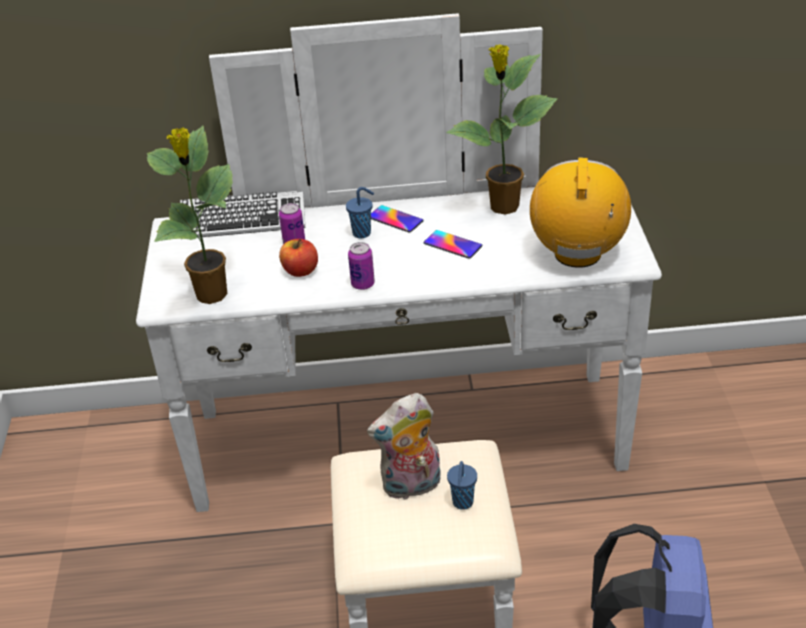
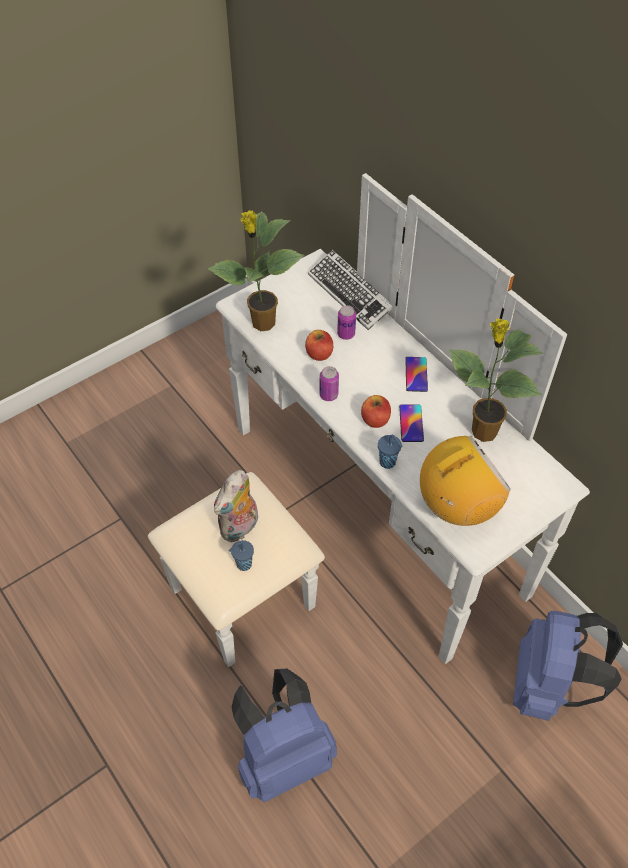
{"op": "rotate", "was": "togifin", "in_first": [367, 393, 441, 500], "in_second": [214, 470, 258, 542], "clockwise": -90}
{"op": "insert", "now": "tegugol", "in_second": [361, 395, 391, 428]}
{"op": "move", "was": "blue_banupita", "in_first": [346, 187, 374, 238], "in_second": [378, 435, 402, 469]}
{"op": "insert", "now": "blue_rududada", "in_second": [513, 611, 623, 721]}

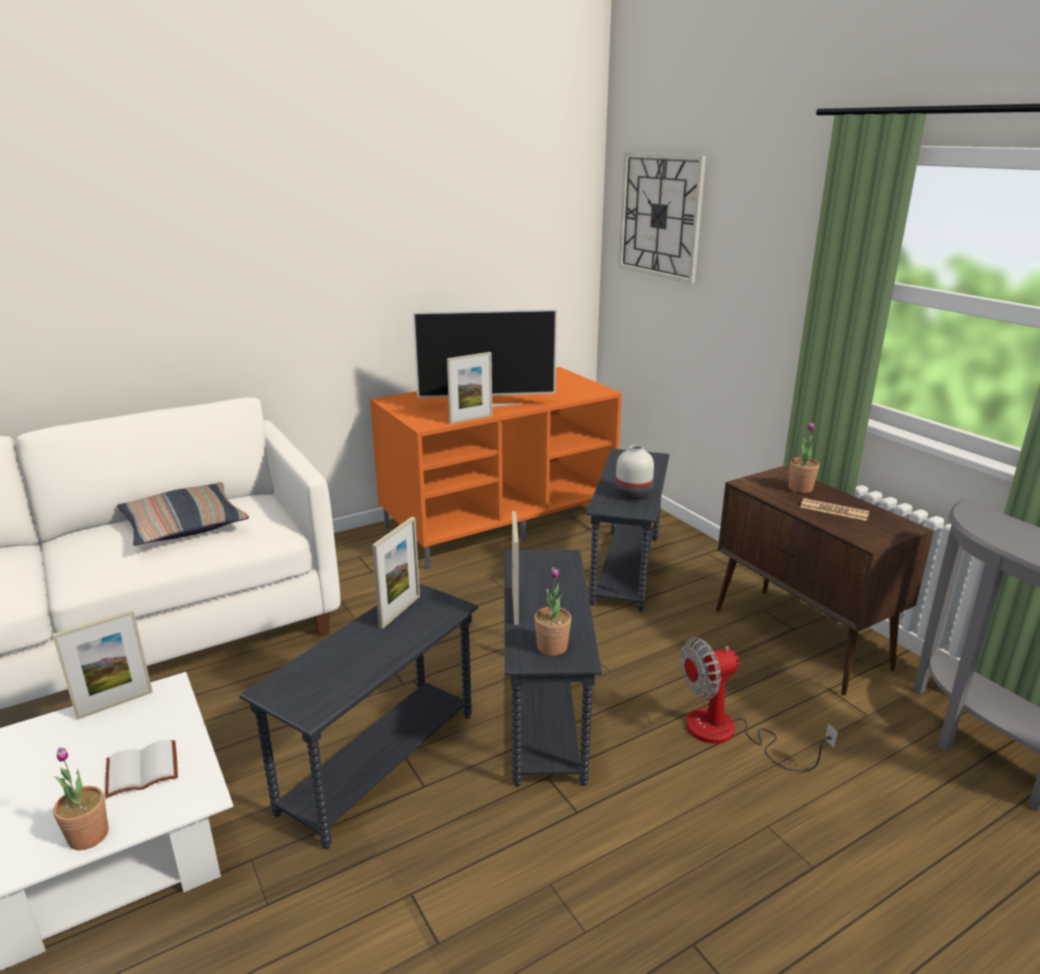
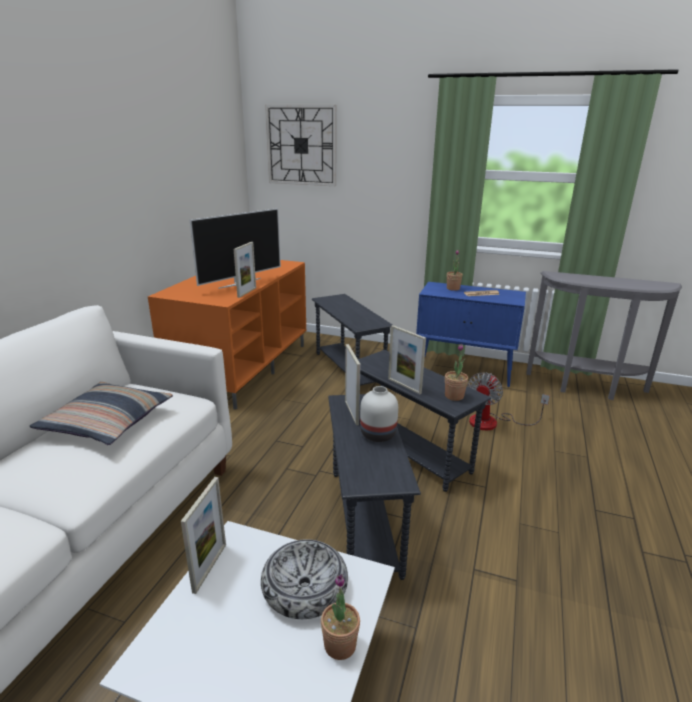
{"op": "replace", "was": "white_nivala", "now": "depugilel", "in_first": [105, 740, 178, 798], "in_second": [261, 539, 348, 619]}
{"op": "move", "was": "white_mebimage", "in_first": [616, 445, 654, 500], "in_second": [360, 386, 398, 442]}
{"op": "recolor", "was": "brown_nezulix", "now": "blue_nezulix", "in_first": [716, 466, 934, 696], "in_second": [416, 282, 526, 387]}

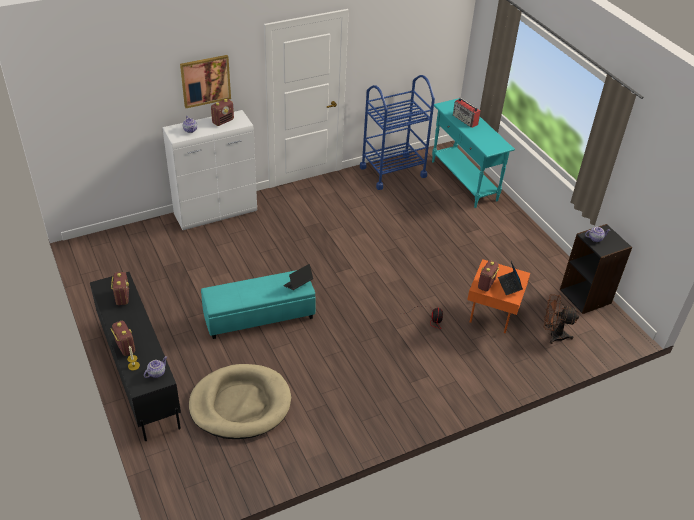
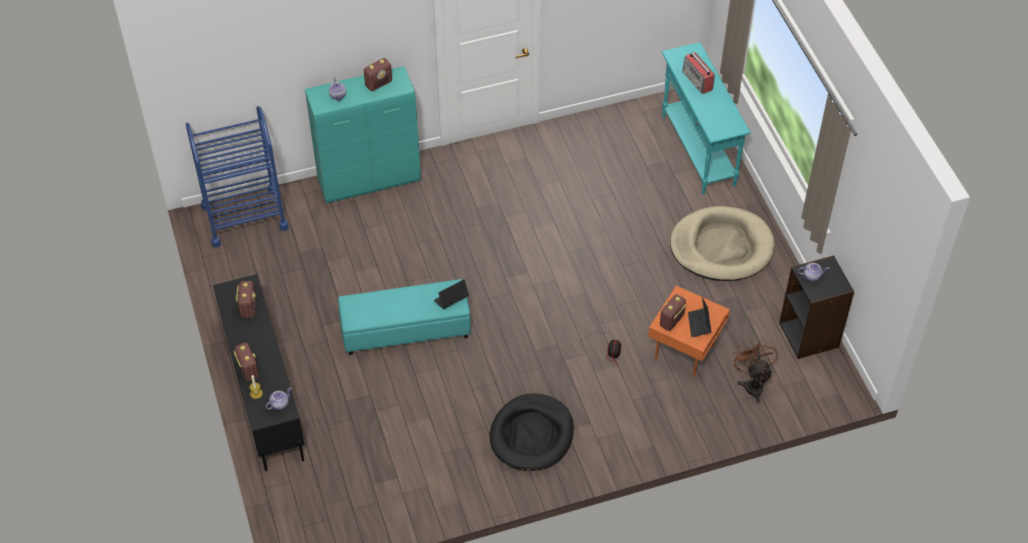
{"op": "move", "was": "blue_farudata", "in_first": [360, 75, 435, 190], "in_second": [186, 106, 289, 247]}
{"op": "recolor", "was": "white_nezulix", "now": "turquoise_nezulix", "in_first": [162, 110, 257, 230], "in_second": [305, 66, 421, 204]}
{"op": "insert", "now": "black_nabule", "in_second": [490, 393, 574, 471]}
{"op": "move", "was": "beige_nabule", "in_first": [189, 364, 291, 439], "in_second": [670, 206, 775, 281]}
{"op": "rotate", "was": "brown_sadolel", "in_first": [544, 294, 579, 344], "in_second": [732, 338, 778, 403], "clockwise": 60}
{"op": "delete", "was": "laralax", "in_first": [180, 55, 231, 108]}

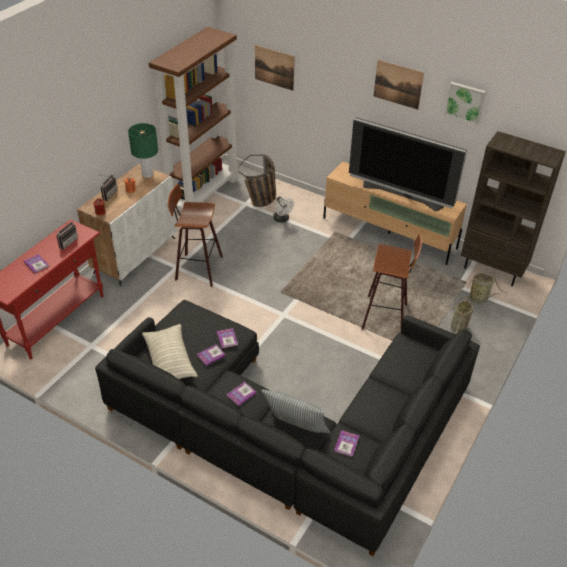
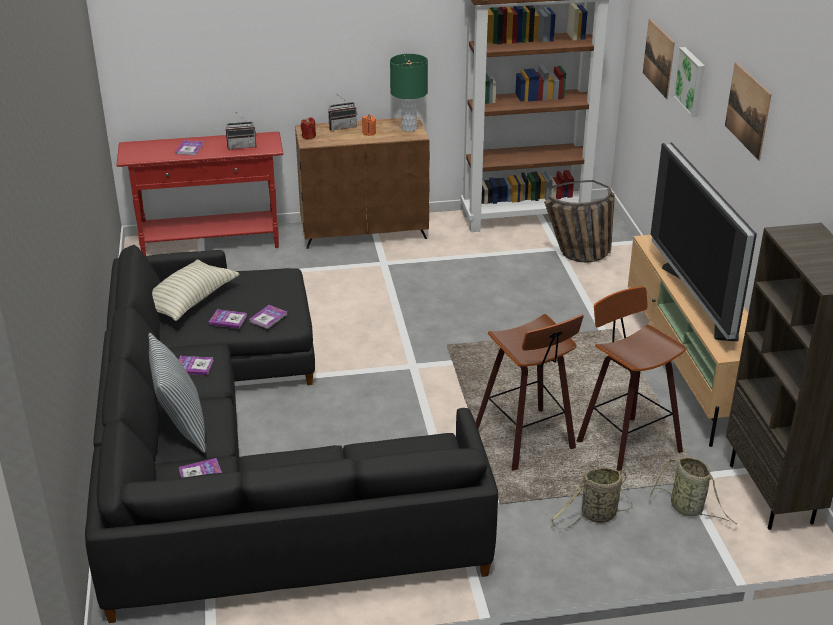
{"op": "recolor", "was": "white_nezulix", "now": "brown_nezulix", "in_first": [77, 164, 177, 286], "in_second": [295, 117, 430, 249]}
{"op": "move", "was": "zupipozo", "in_first": [167, 184, 223, 287], "in_second": [577, 286, 686, 473]}
{"op": "move", "was": "laralax", "in_first": [444, 82, 486, 125], "in_second": [673, 47, 705, 117]}
{"op": "delete", "was": "white_sadolel", "in_first": [273, 196, 294, 223]}

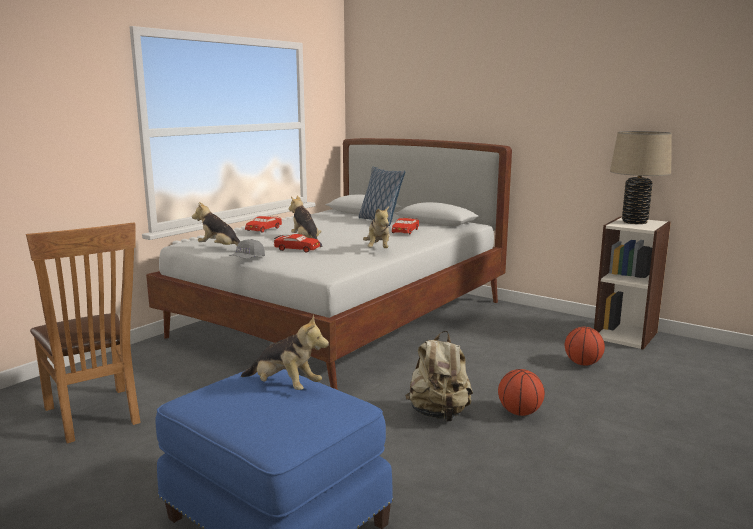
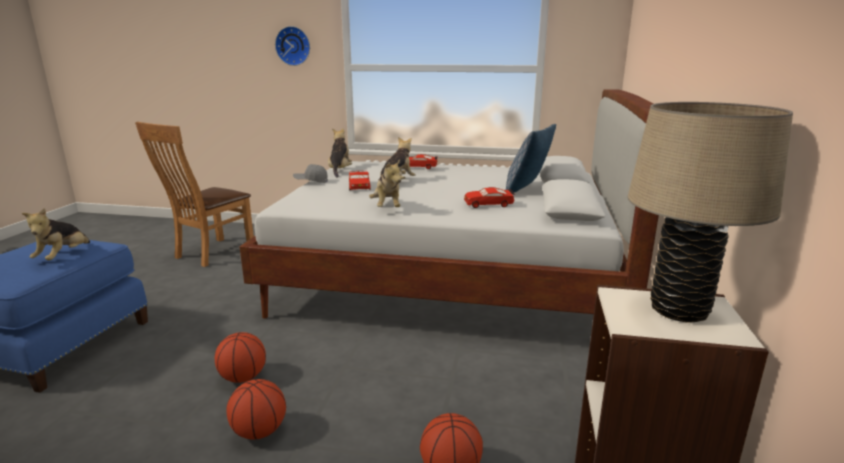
{"op": "replace", "was": "beige_rududada", "now": "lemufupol", "in_first": [405, 331, 473, 422], "in_second": [215, 332, 266, 383]}
{"op": "insert", "now": "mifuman", "in_second": [275, 26, 310, 66]}
{"op": "rotate", "was": "togifin", "in_first": [363, 206, 390, 248], "in_second": [369, 160, 401, 207], "clockwise": -75}

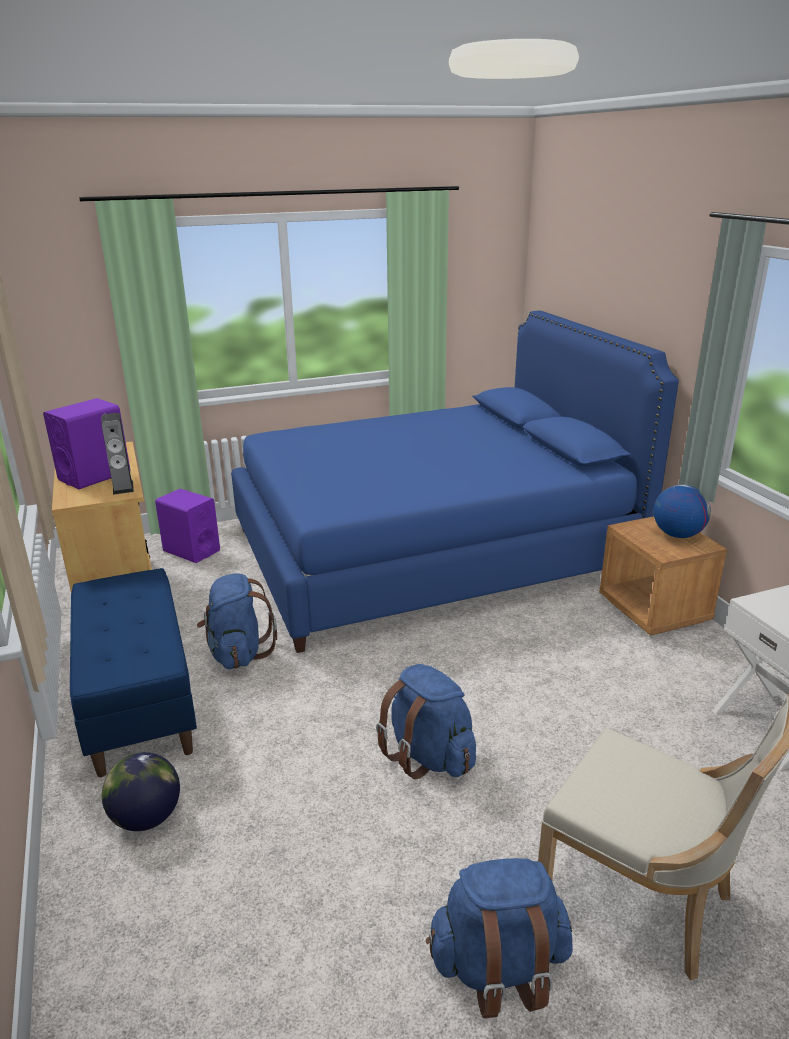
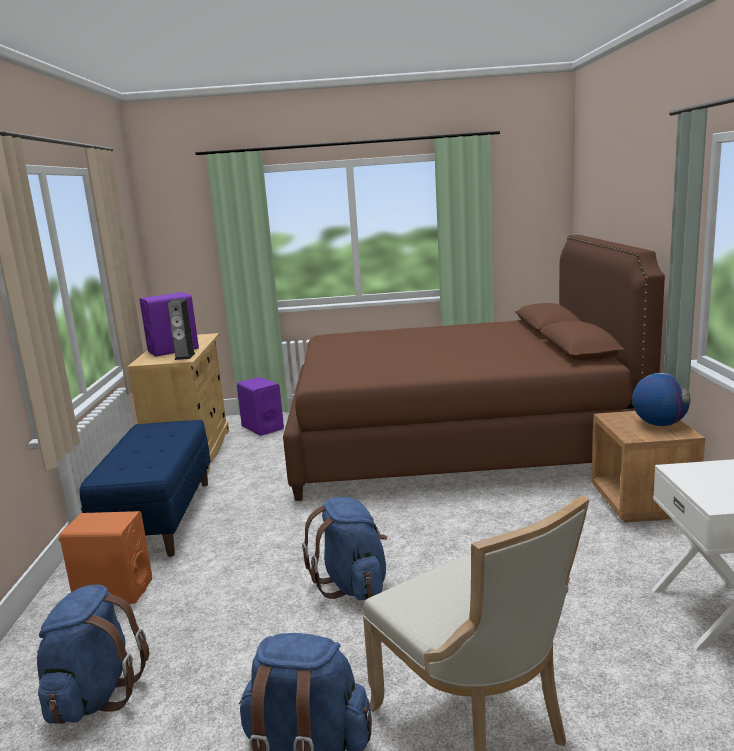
{"op": "move", "was": "blue_rududada", "in_first": [197, 573, 277, 669], "in_second": [37, 584, 150, 724]}
{"op": "replace", "was": "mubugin", "now": "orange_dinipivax", "in_first": [102, 752, 180, 831], "in_second": [58, 511, 152, 604]}
{"op": "recolor", "was": "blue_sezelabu", "now": "brown_sezelabu", "in_first": [231, 311, 679, 653], "in_second": [283, 235, 665, 501]}

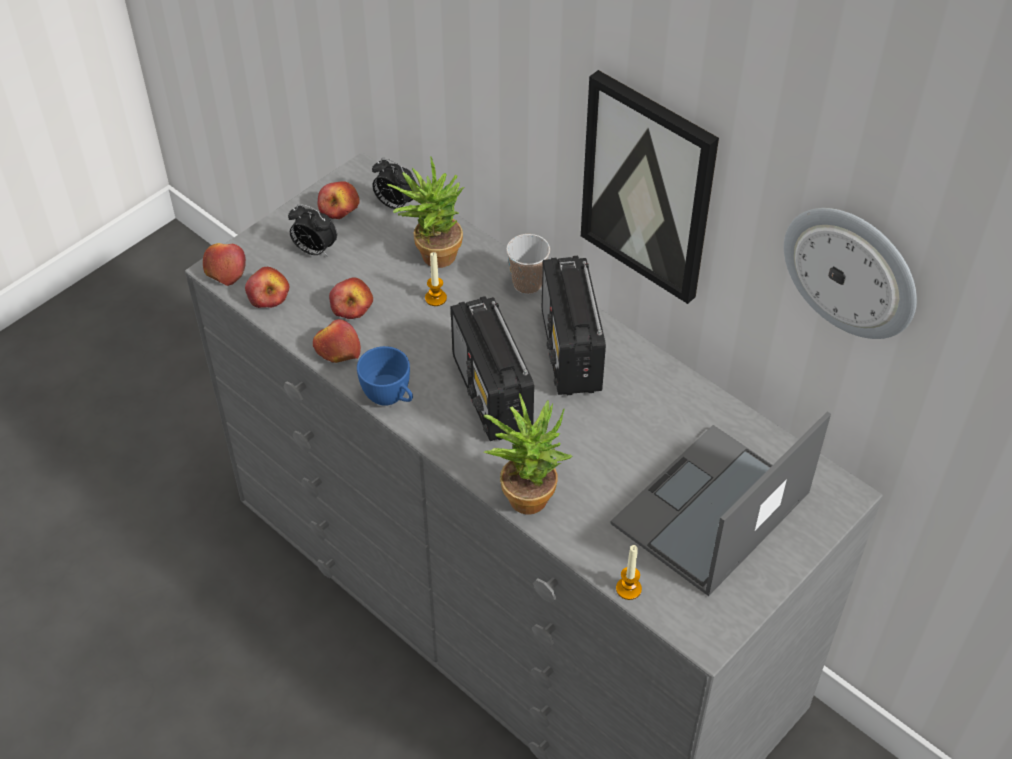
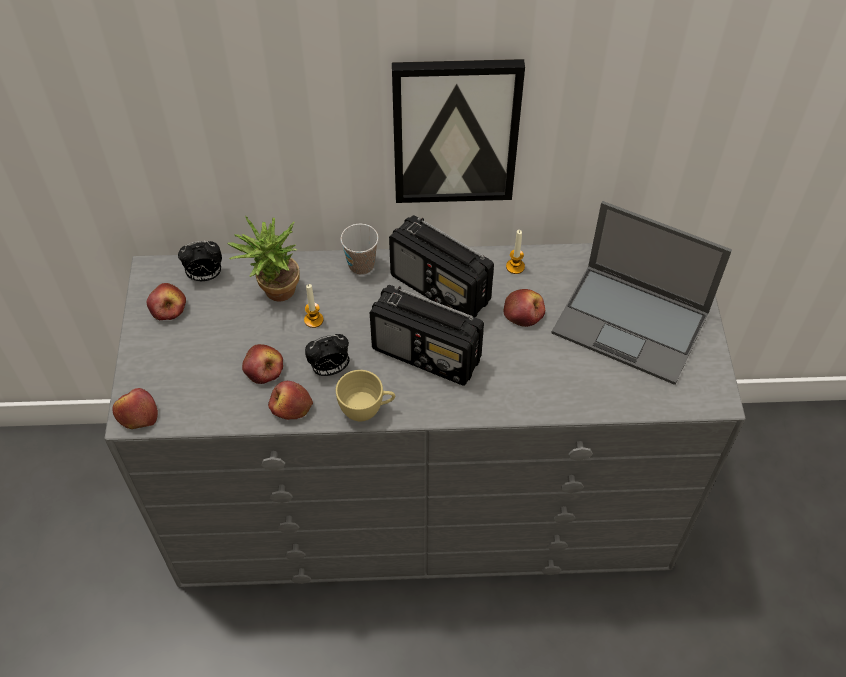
{"op": "move", "was": "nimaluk", "in_first": [288, 204, 337, 257], "in_second": [305, 334, 349, 376]}
{"op": "recolor", "was": "blue_banupita", "now": "yellow_banupita", "in_first": [357, 346, 413, 406], "in_second": [336, 370, 395, 421]}
{"op": "move", "was": "tegugol", "in_first": [245, 267, 289, 308], "in_second": [504, 289, 545, 327]}
{"op": "move", "was": "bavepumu", "in_first": [616, 545, 642, 600], "in_second": [506, 230, 525, 274]}
{"op": "rotate", "was": "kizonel", "in_first": [610, 412, 831, 596], "in_second": [551, 201, 732, 385], "clockwise": -60}
{"op": "delete", "was": "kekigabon", "in_first": [484, 393, 573, 515]}
{"op": "delete", "was": "mifuman", "in_first": [784, 208, 917, 339]}

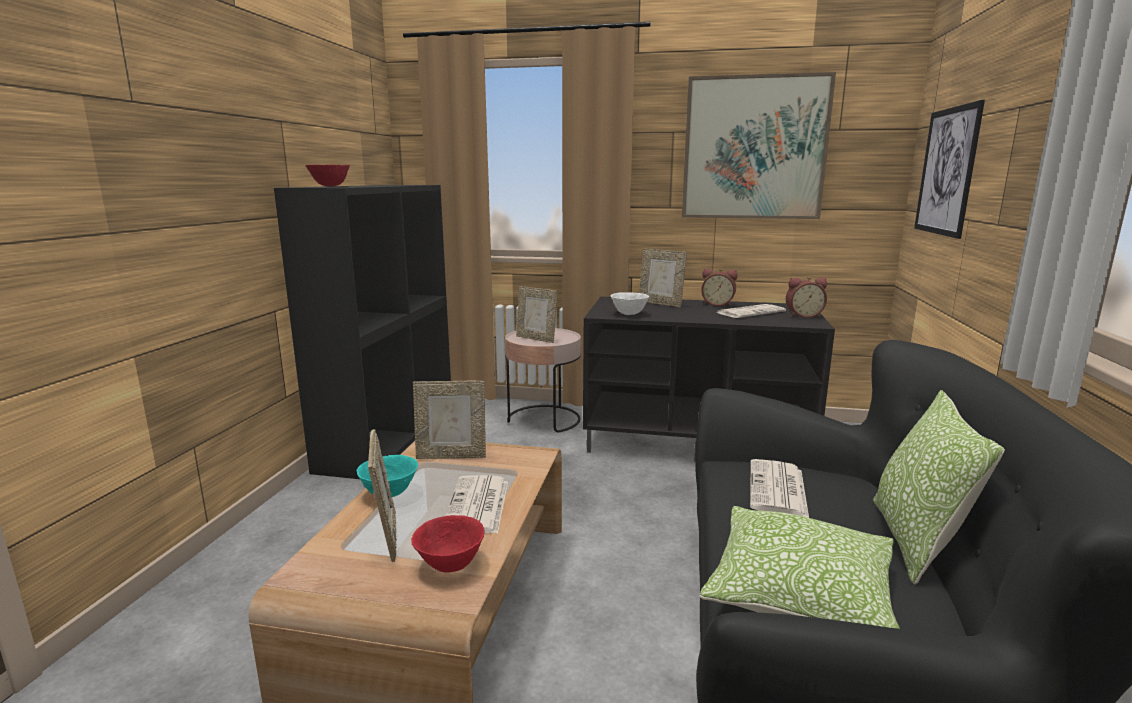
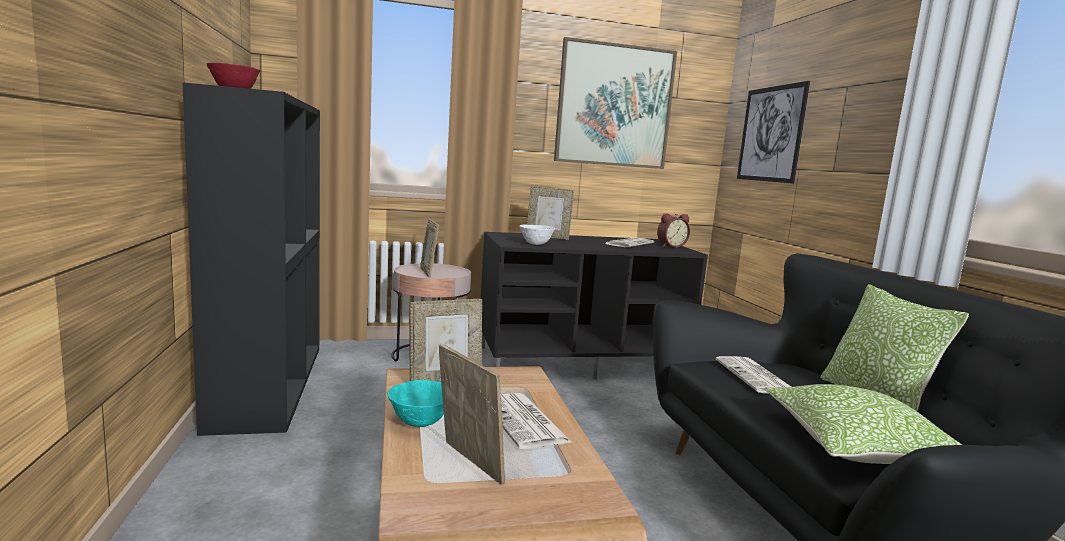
{"op": "rotate", "was": "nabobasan", "in_first": [516, 286, 558, 343], "in_second": [420, 219, 439, 278], "clockwise": 60}
{"op": "delete", "was": "red_depugilel", "in_first": [411, 515, 485, 572]}
{"op": "delete", "was": "nimaluk", "in_first": [701, 269, 738, 306]}

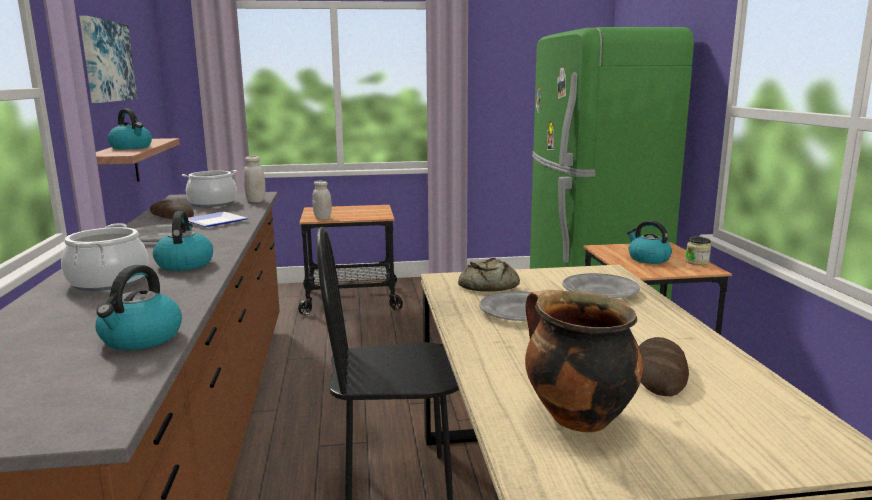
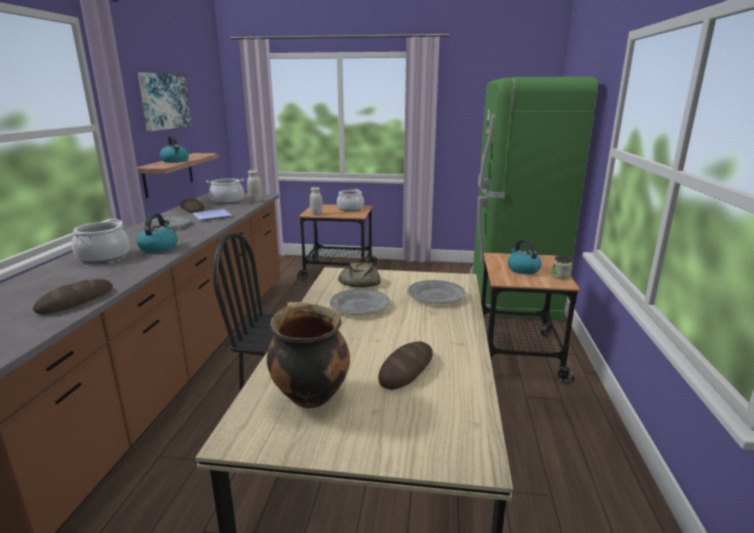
{"op": "replace", "was": "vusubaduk", "now": "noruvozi", "in_first": [96, 265, 182, 350], "in_second": [33, 279, 113, 315]}
{"op": "insert", "now": "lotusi", "in_second": [337, 189, 364, 211]}

